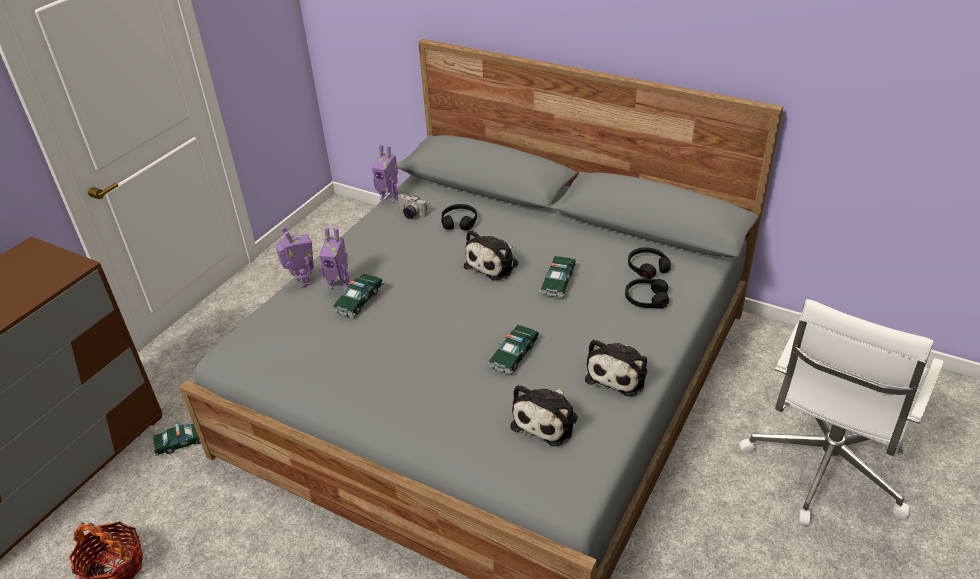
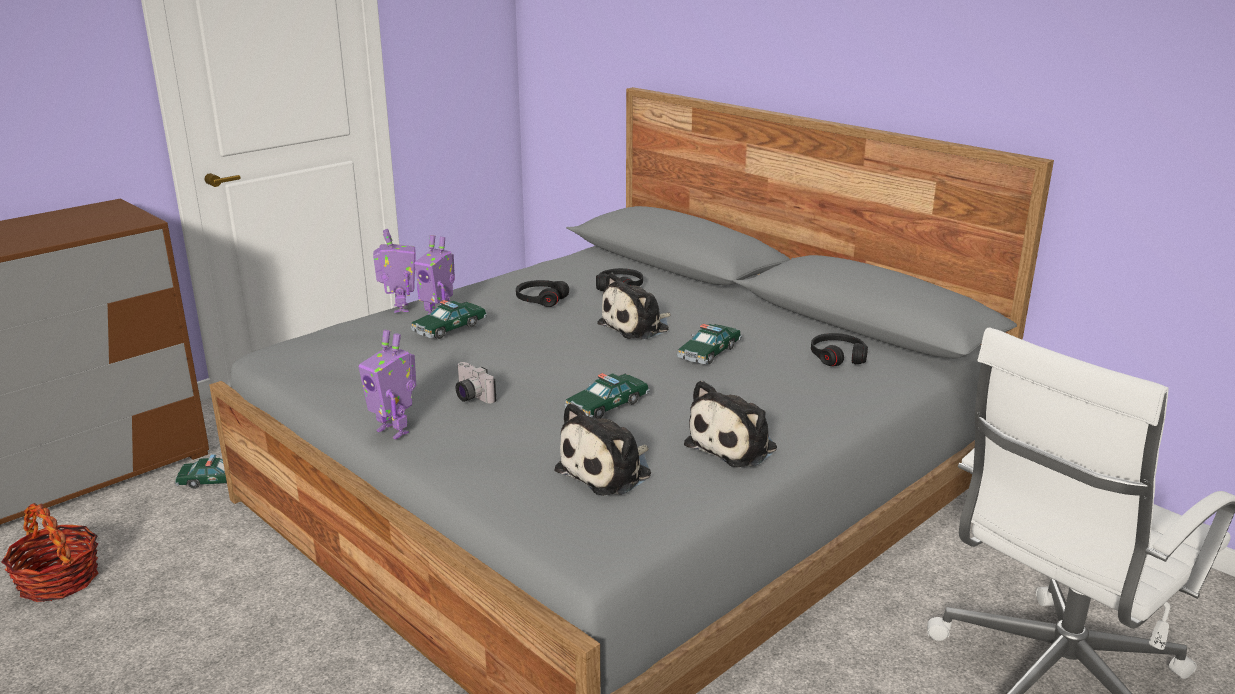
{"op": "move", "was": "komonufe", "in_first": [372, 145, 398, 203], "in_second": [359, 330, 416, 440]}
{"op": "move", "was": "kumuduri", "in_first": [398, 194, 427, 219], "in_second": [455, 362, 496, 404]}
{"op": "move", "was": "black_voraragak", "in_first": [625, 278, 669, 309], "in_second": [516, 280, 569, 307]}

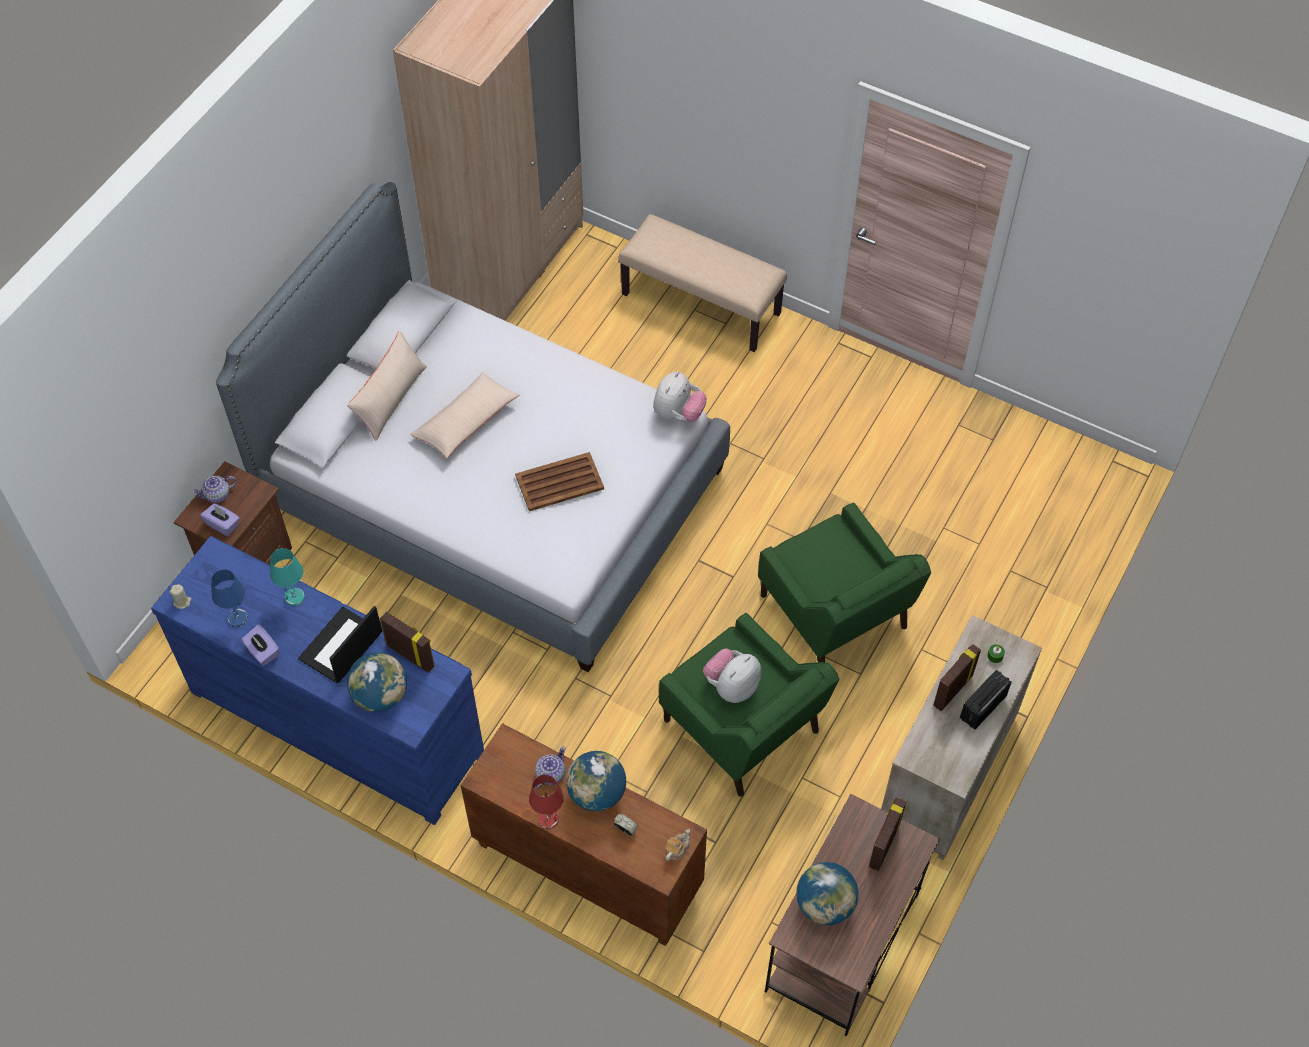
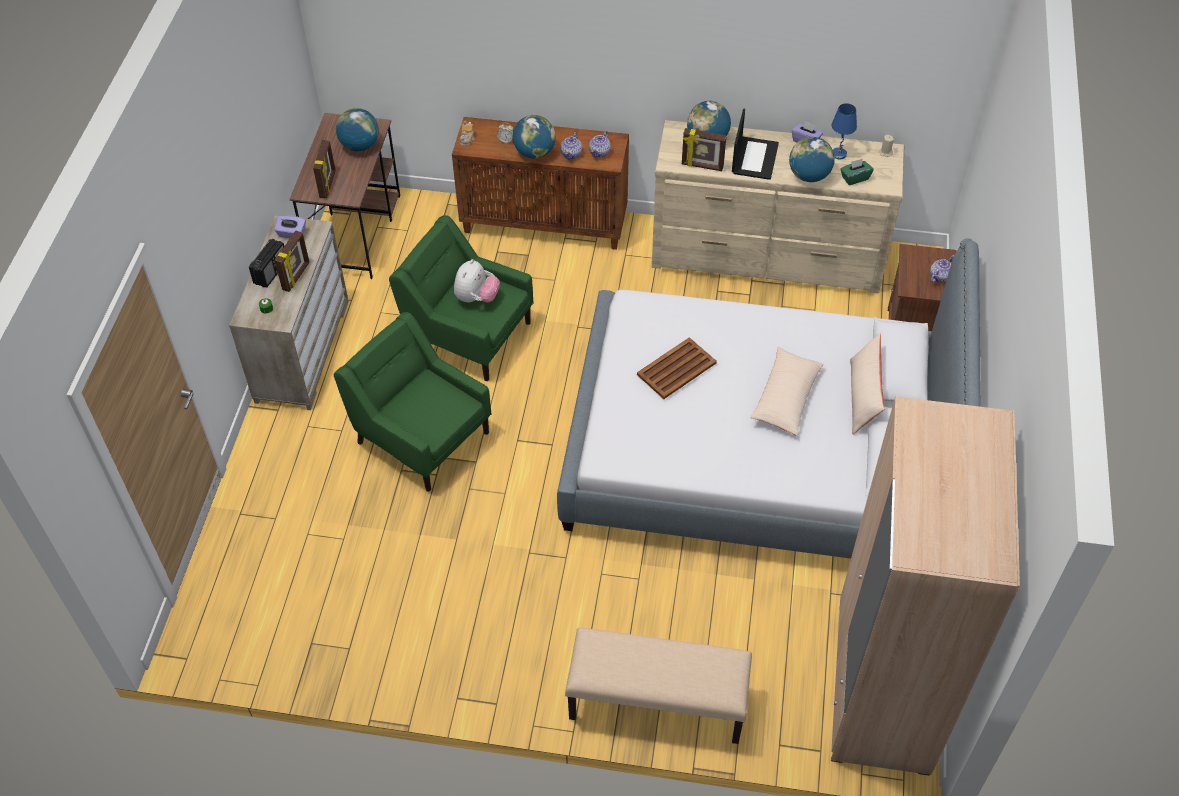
{"op": "move", "was": "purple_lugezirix", "in_first": [200, 504, 240, 536], "in_second": [274, 215, 306, 238]}
{"op": "insert", "now": "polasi", "in_second": [589, 131, 611, 158]}
{"op": "recolor", "was": "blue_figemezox", "now": "beige_figemezox", "in_first": [151, 536, 484, 825], "in_second": [652, 120, 905, 293]}
{"op": "replace", "was": "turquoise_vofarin", "now": "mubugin", "in_first": [270, 548, 305, 606], "in_second": [789, 137, 835, 182]}
{"op": "insert", "now": "green_lugezirix", "in_second": [841, 159, 874, 185]}
{"op": "delete", "was": "red_vofarin", "in_first": [529, 775, 564, 829]}
{"op": "delete", "was": "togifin", "in_first": [653, 371, 707, 422]}

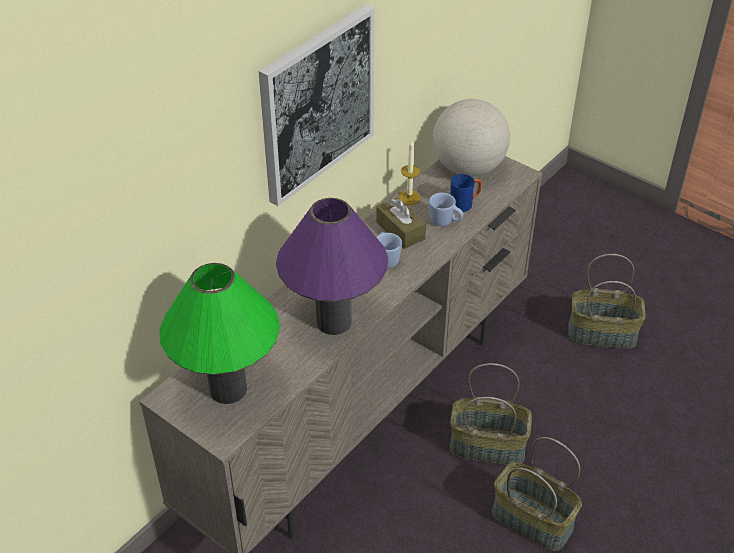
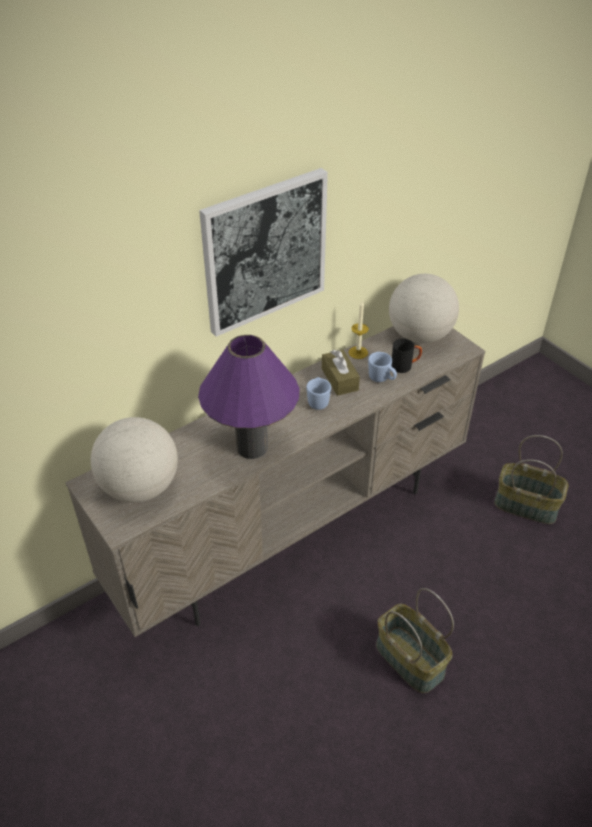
{"op": "replace", "was": "green_vofarin", "now": "mubugin", "in_first": [159, 263, 280, 404], "in_second": [91, 417, 178, 503]}
{"op": "recolor", "was": "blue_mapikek", "now": "black_mapikek", "in_first": [450, 174, 482, 212], "in_second": [391, 339, 422, 373]}
{"op": "delete", "was": "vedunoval", "in_first": [450, 363, 532, 465]}

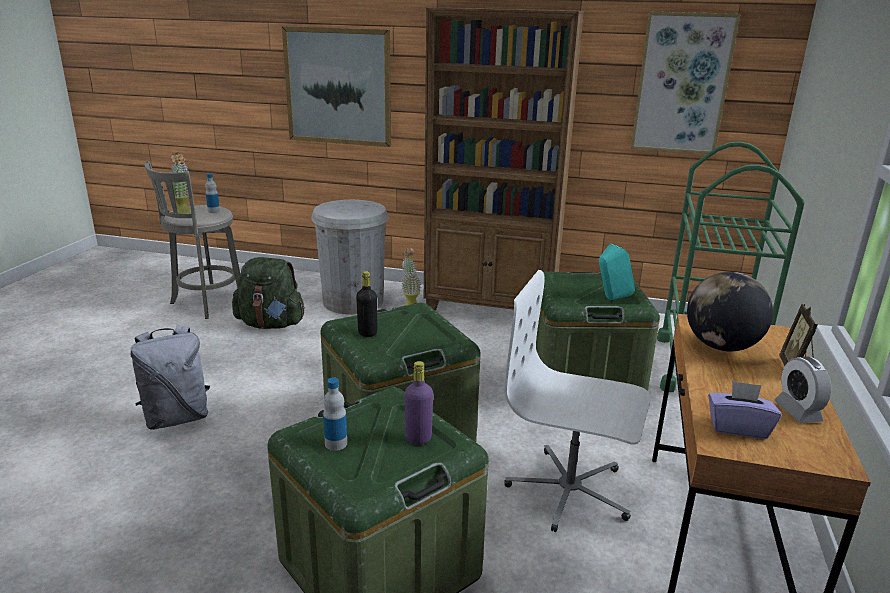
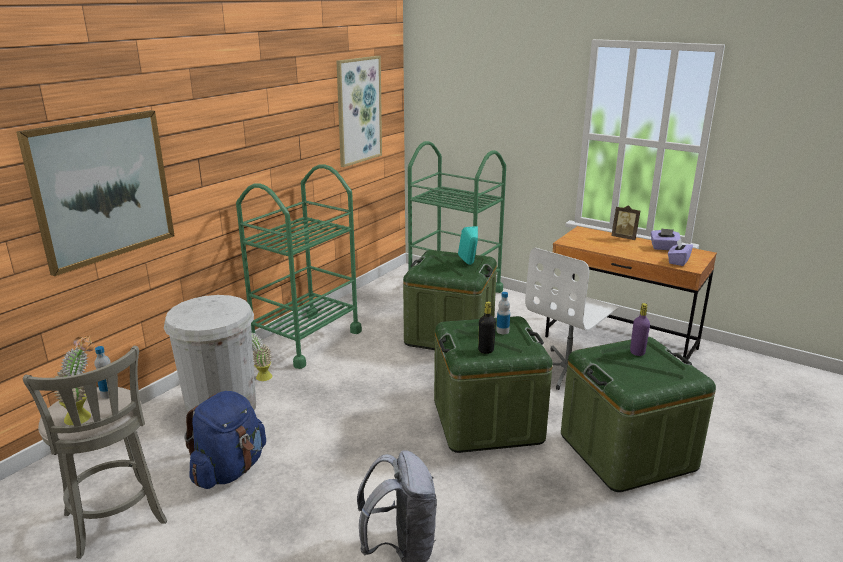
{"op": "recolor", "was": "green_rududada", "now": "blue_rududada", "in_first": [232, 257, 305, 329], "in_second": [184, 391, 266, 489]}
{"op": "replace", "was": "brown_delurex", "now": "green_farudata", "in_first": [424, 8, 584, 311], "in_second": [236, 164, 362, 369]}
{"op": "move", "was": "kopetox", "in_first": [323, 377, 347, 451], "in_second": [496, 292, 510, 334]}
{"op": "replace", "was": "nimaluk", "now": "purple_lugezirix", "in_first": [774, 356, 831, 423], "in_second": [651, 228, 681, 250]}
{"op": "delete", "was": "mubugin", "in_first": [687, 272, 773, 351]}

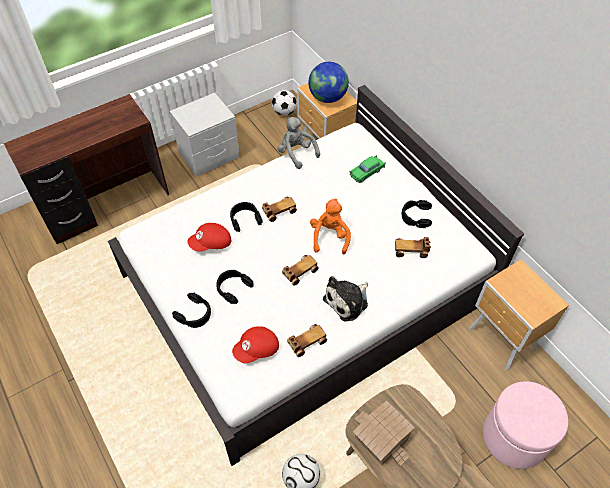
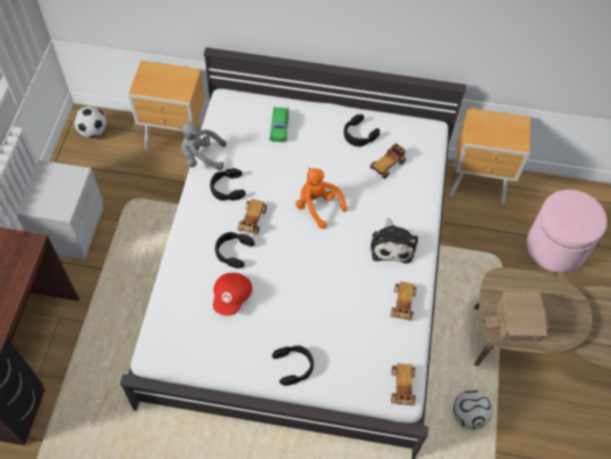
{"op": "move", "was": "black_voraragak", "in_first": [216, 270, 254, 304], "in_second": [210, 168, 246, 201]}
{"op": "move", "was": "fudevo", "in_first": [282, 255, 319, 286], "in_second": [391, 364, 415, 406]}
{"op": "delete", "was": "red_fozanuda", "in_first": [232, 326, 279, 363]}
{"op": "delete", "was": "mubugin", "in_first": [308, 62, 349, 103]}

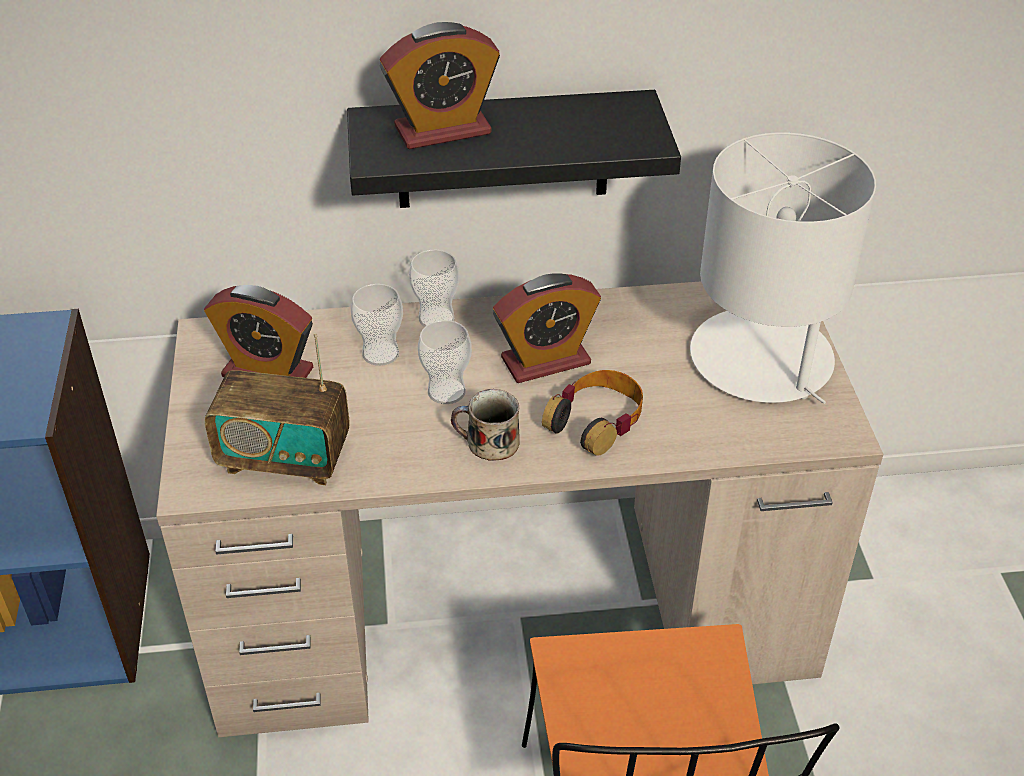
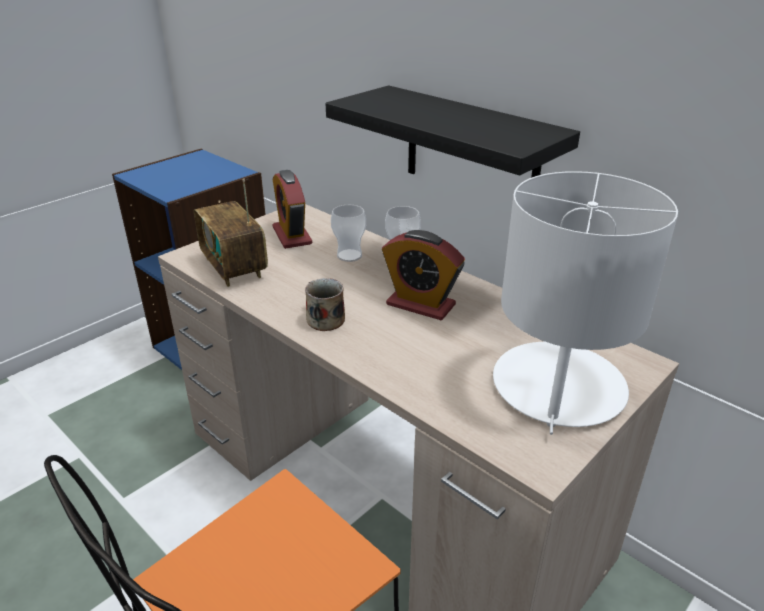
{"op": "delete", "was": "nimaluk", "in_first": [380, 22, 500, 149]}
{"op": "delete", "was": "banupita", "in_first": [418, 320, 472, 404]}
{"op": "delete", "was": "voraragak", "in_first": [542, 370, 643, 456]}

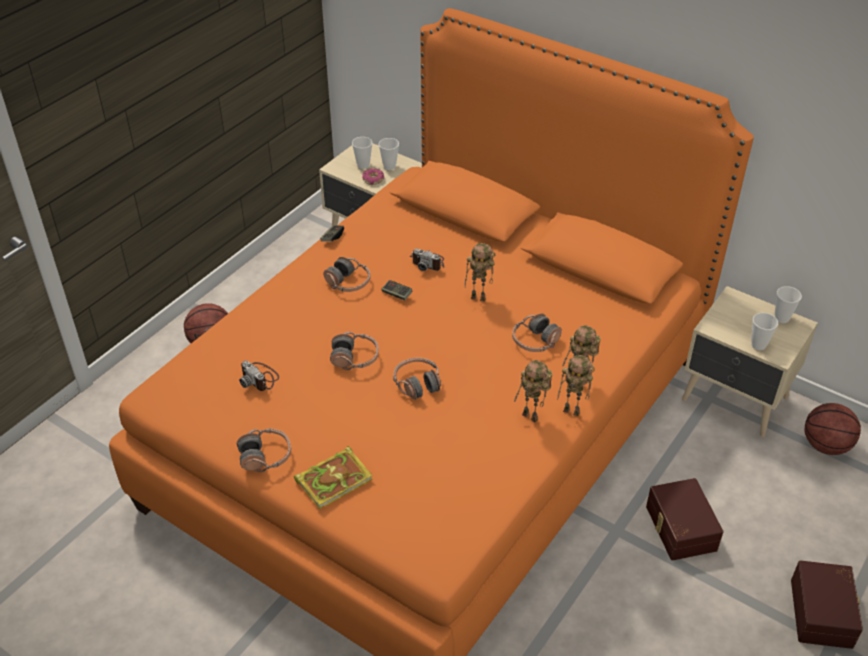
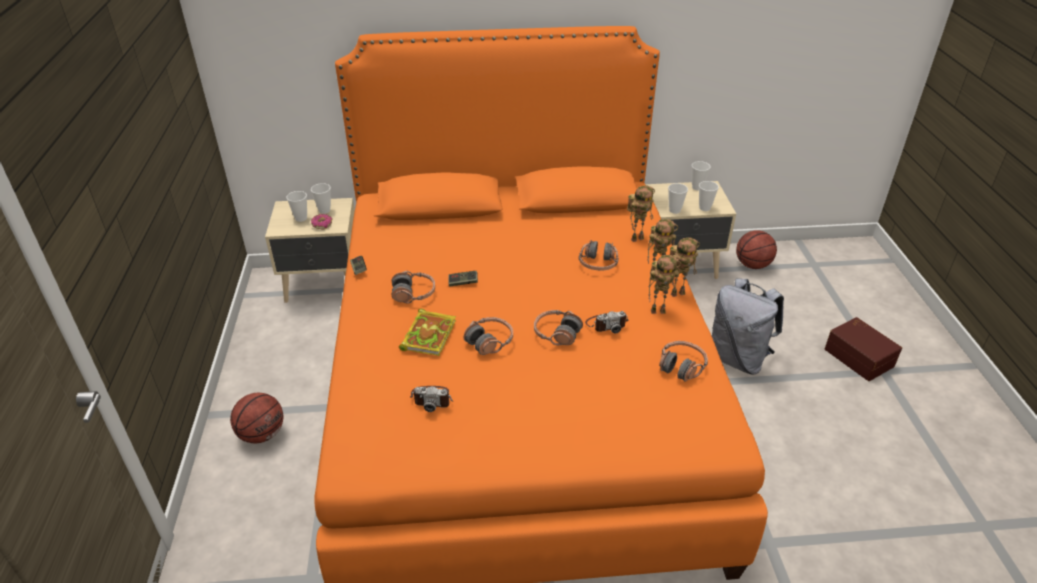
{"op": "move", "was": "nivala", "in_first": [294, 446, 373, 509], "in_second": [399, 308, 456, 356]}
{"op": "move", "was": "kumuduri", "in_first": [410, 249, 444, 271], "in_second": [585, 311, 628, 333]}
{"op": "move", "was": "komonufe", "in_first": [465, 243, 495, 302], "in_second": [627, 185, 655, 242]}
{"op": "move", "was": "voraragak", "in_first": [237, 428, 291, 472], "in_second": [659, 341, 708, 382]}
{"op": "insert", "now": "banupita", "in_second": [668, 183, 688, 214]}
{"op": "replace", "was": "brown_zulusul", "now": "grey_rududada", "in_first": [646, 478, 723, 560], "in_second": [712, 279, 784, 374]}

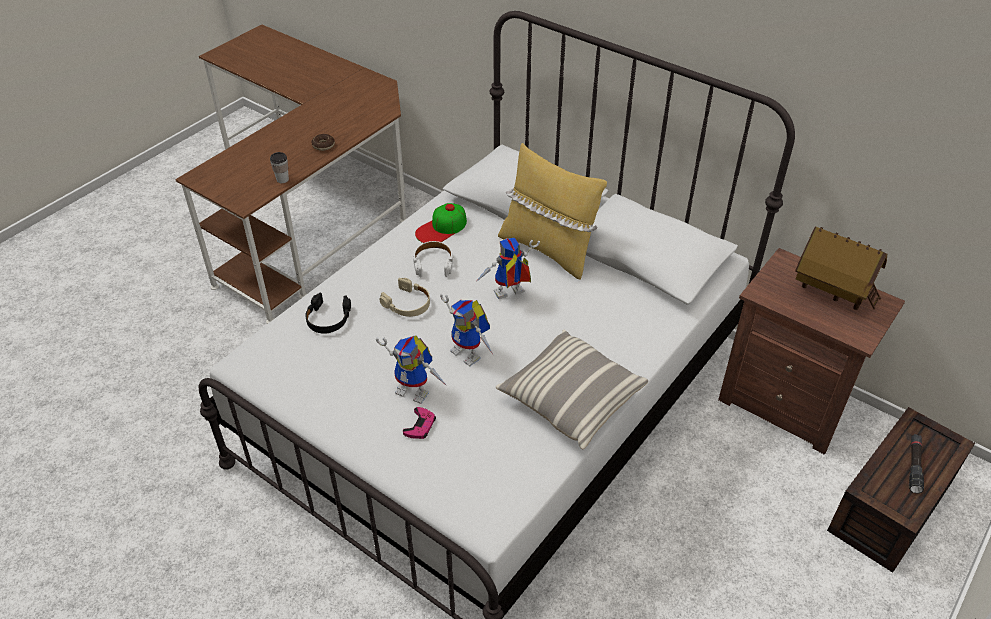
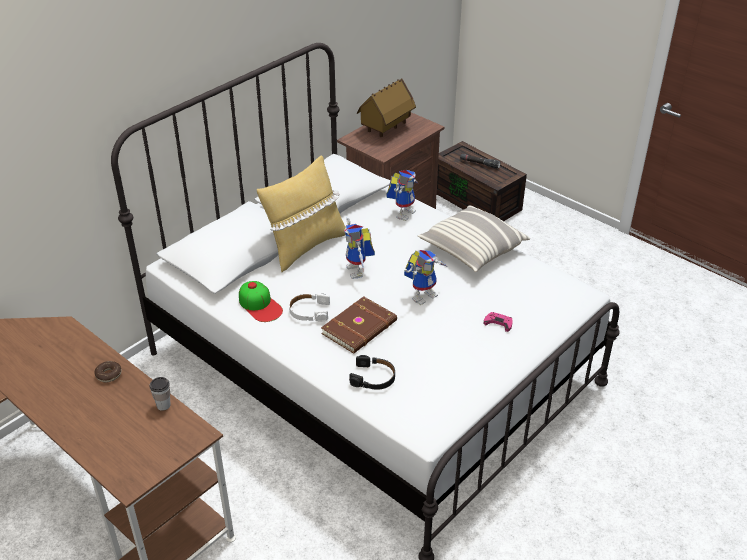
{"op": "replace", "was": "beige_voraragak", "now": "brown_nivala", "in_first": [380, 278, 430, 317], "in_second": [321, 296, 397, 354]}
{"op": "move", "was": "komonufe", "in_first": [376, 335, 447, 404], "in_second": [386, 170, 419, 221]}

